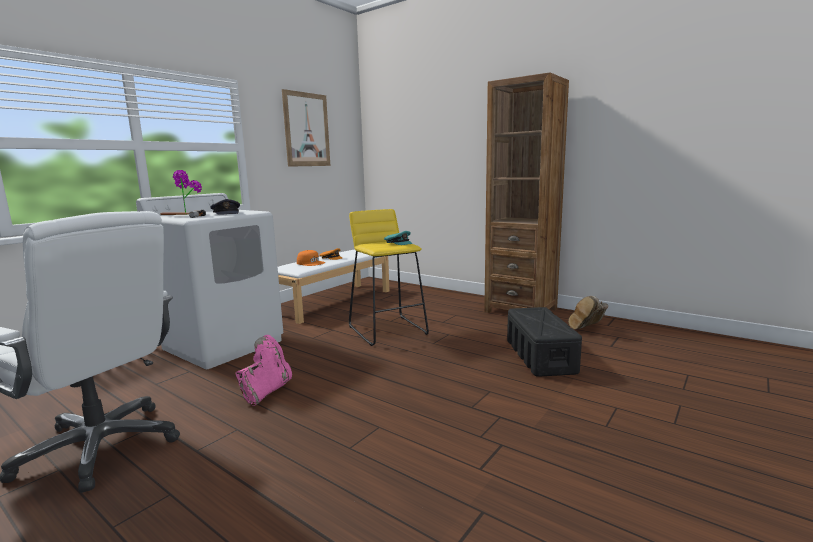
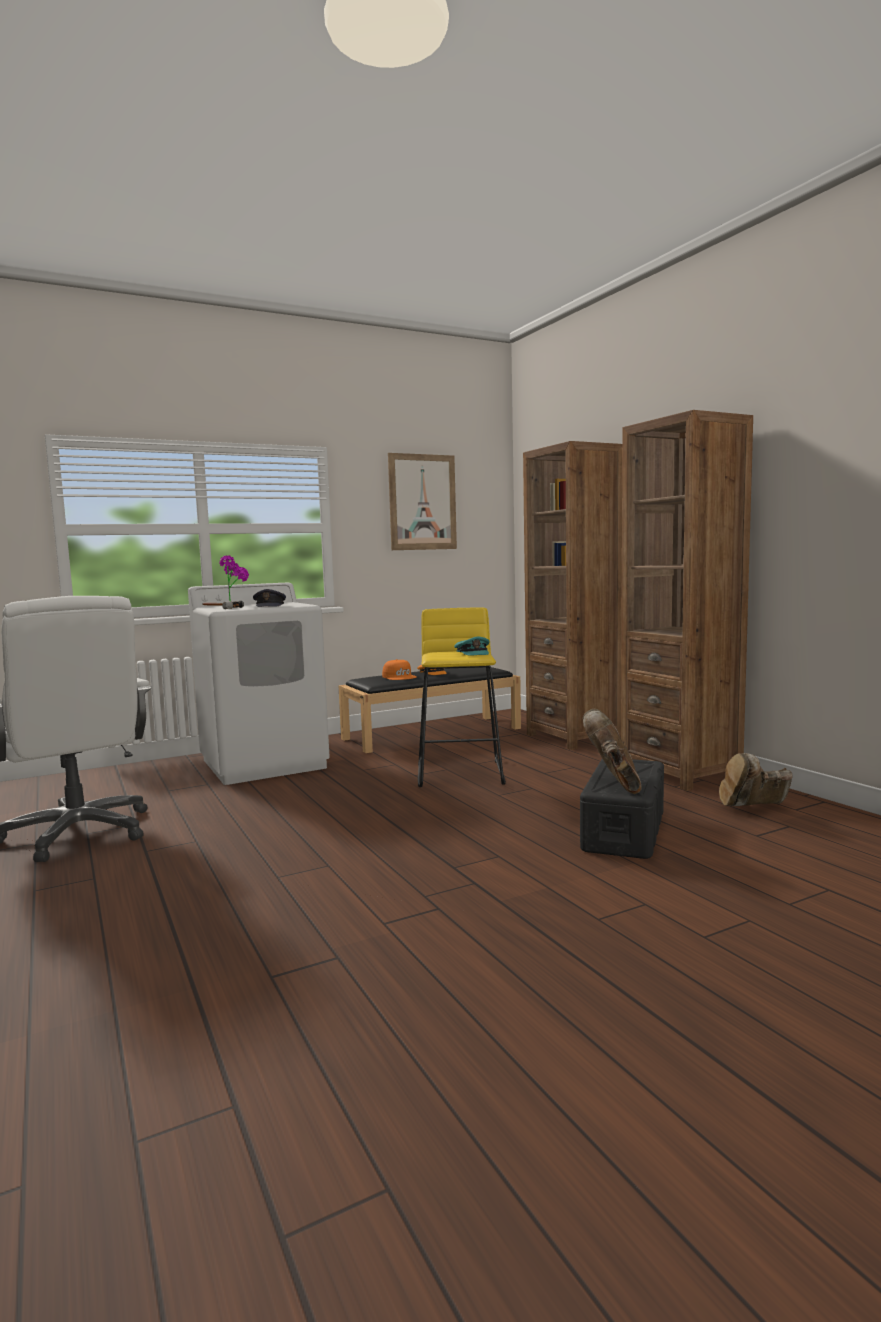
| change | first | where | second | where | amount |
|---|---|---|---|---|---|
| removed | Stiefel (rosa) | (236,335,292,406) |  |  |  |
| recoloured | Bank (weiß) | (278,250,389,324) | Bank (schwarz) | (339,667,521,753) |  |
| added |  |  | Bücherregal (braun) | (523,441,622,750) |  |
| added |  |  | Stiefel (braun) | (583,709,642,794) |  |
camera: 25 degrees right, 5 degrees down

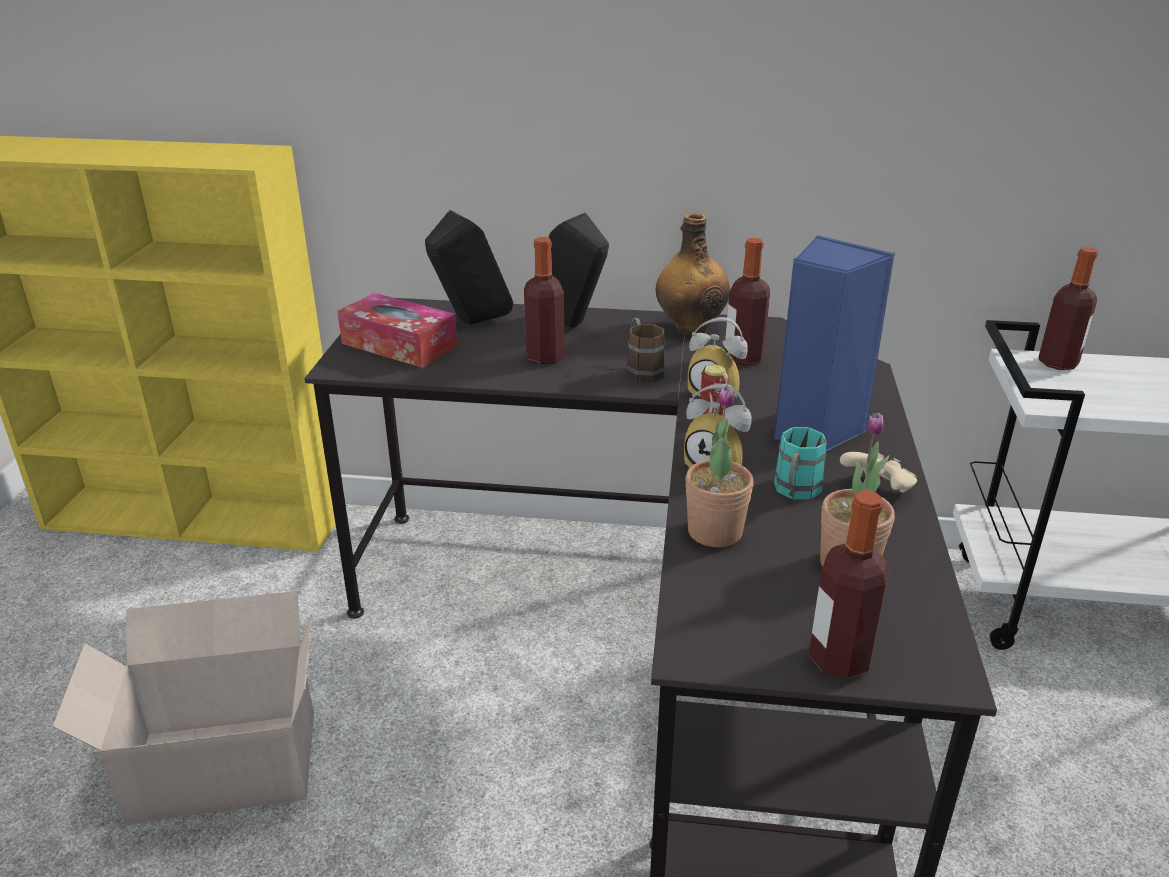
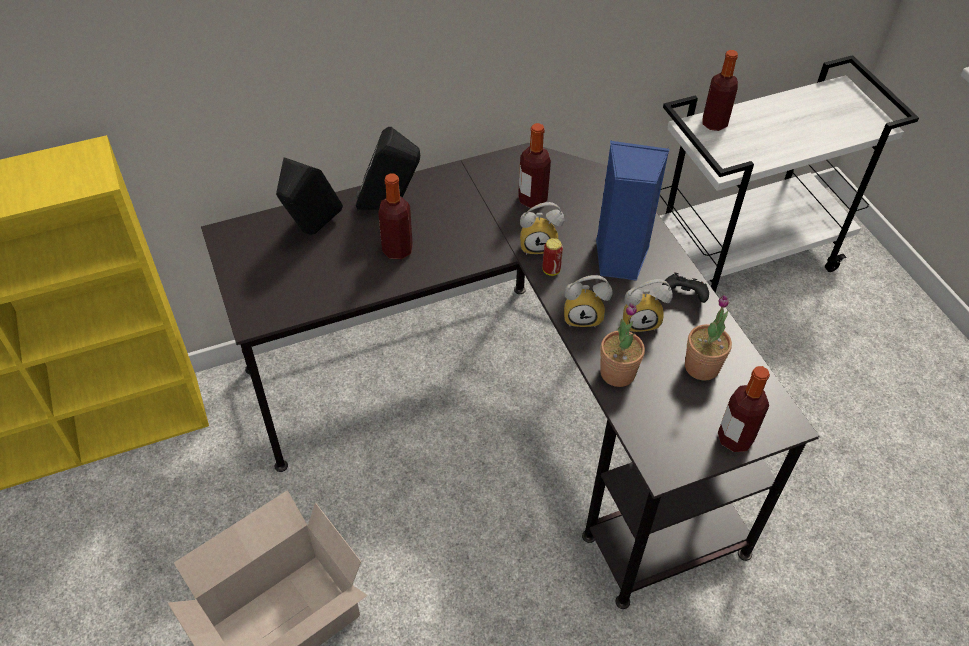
| change | first | where | second | where | amount |
|---|---|---|---|---|---|
| removed | Taschentuchbox | (337,293,458,368) |  |  |  |
| removed | Henkelbecher (braun) | (627,318,665,383) |  |  |  |
| removed | Flasche | (656,213,730,335) |  |  |  |
| replaced | Henkelbecher (türkis) | (774,427,827,499) | Wecker | (623,279,673,332) |  |
| recoloured | Gamepad (beige) | (840,452,917,493) | Gamepad (schwarz) | (662,272,709,303) |  |
camera: 30 degrees left, 20 degrees up

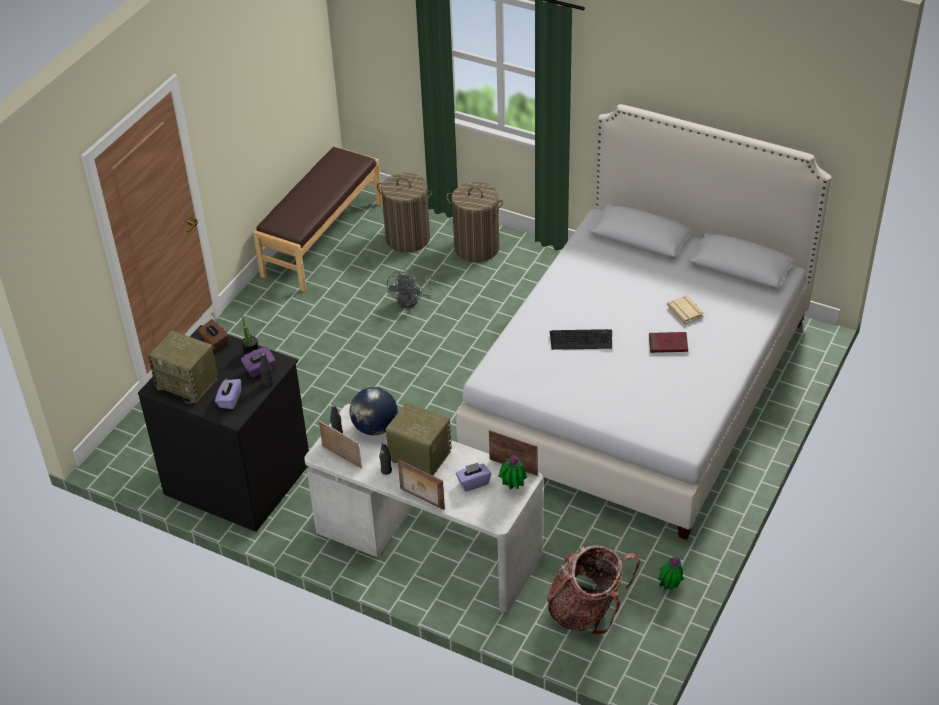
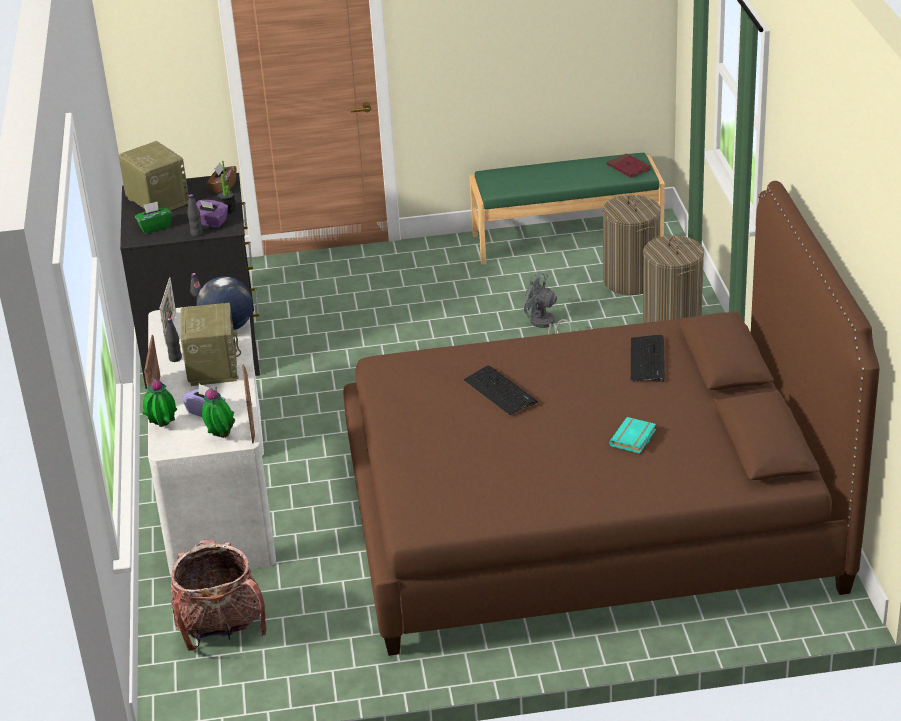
| change | first | where | second | where | amount |
|---|---|---|---|---|---|
| turned | Radio | (148,330,218,403) |  | (118,141,189,211) | 150 degrees clockwise |
| recoloured | Taschentuchbox (lila) | (215,379,241,409) | Taschentuchbox (grün) | (135,201,172,234) |  |
| recoloured | Bank (braun) | (253,147,382,292) | Bank (grün) | (469,153,665,265) |  |
| turned | Ventilator (grau) | (387,270,436,308) |  | (524,272,572,335) | 45 degrees clockwise |
| recoloured | Bett (weiß) | (456,104,831,540) | Bett (braun) | (344,181,879,656) |  |
| moved | Buch (rot) | (649,332,688,353) |  | (607,153,651,178) |  |
| moved | Topfpflanze | (658,557,684,590) |  | (142,378,177,427) |  |
| recoloured | Buch (beige) | (667,295,704,324) | Buch (türkis) | (609,417,656,454) |  |
| added |  |  | Tastatur | (631,335,665,382) |  |
camera: 55 degrees right, 10 degrees down

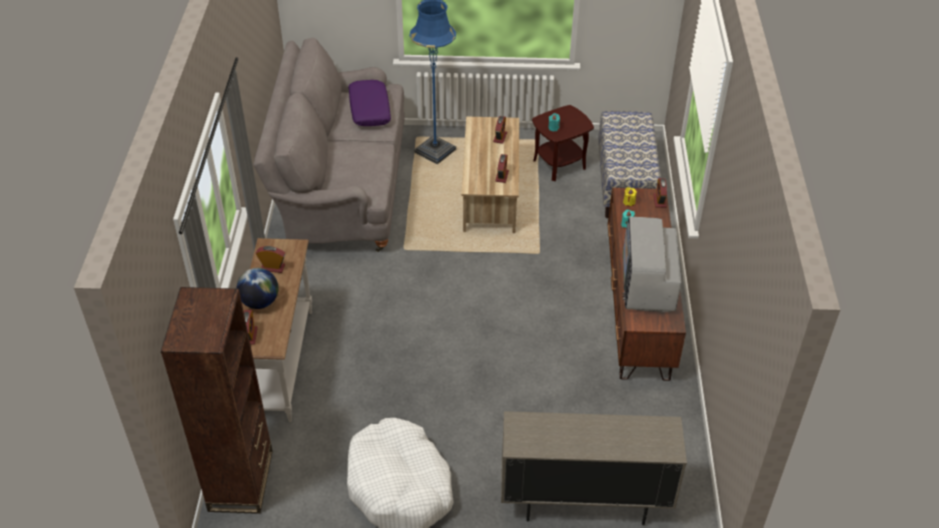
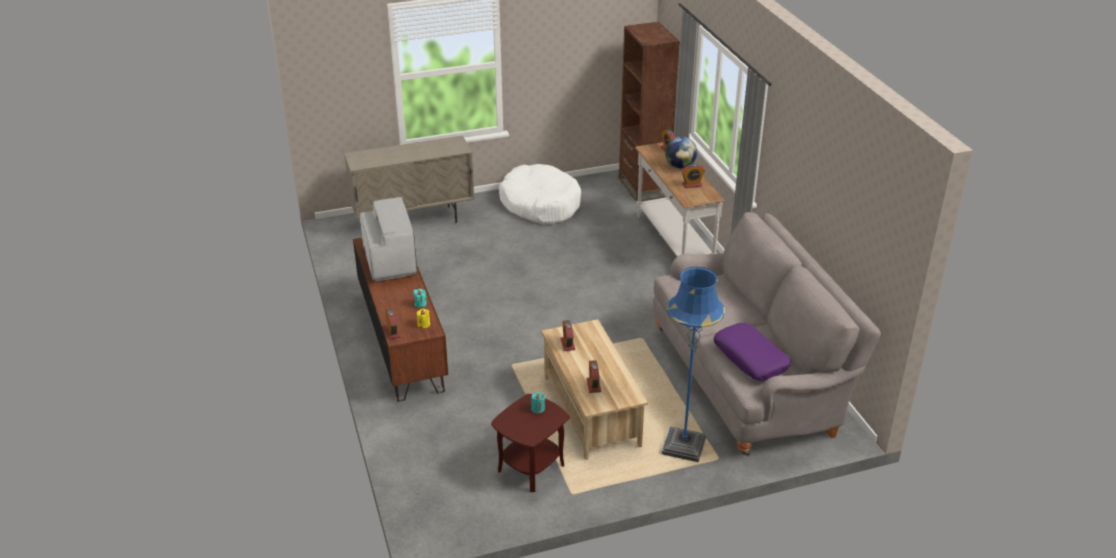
| change | first | where | second | where | amount |
|---|---|---|---|---|---|
| removed | Bank | (598,111,661,218) |  |  |  |
camera: 160 degrees right, 10 degrees down

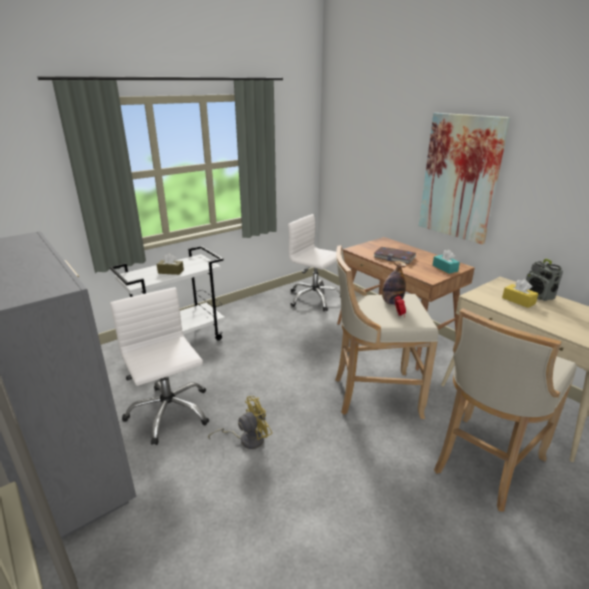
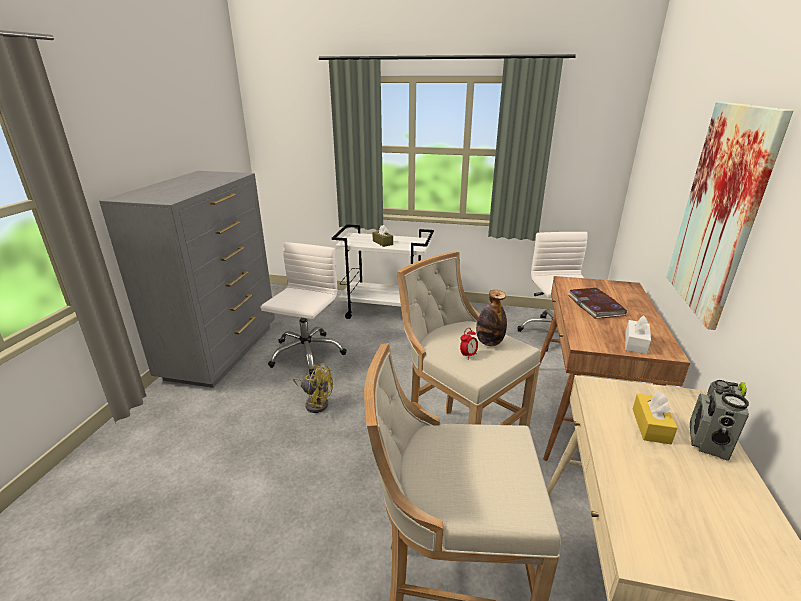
| change | first | where | second | where | amount |
|---|---|---|---|---|---|
| recoloured | Taschentuchbox (türkis) | (433,250,460,274) | Taschentuchbox (weiß) | (625,316,651,354) |  |
camera: 50 degrees right, 0 degrees up

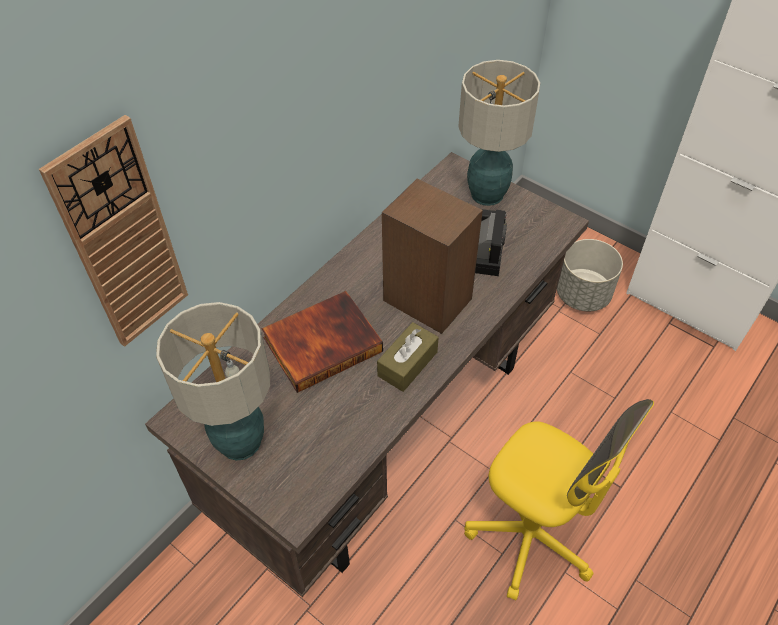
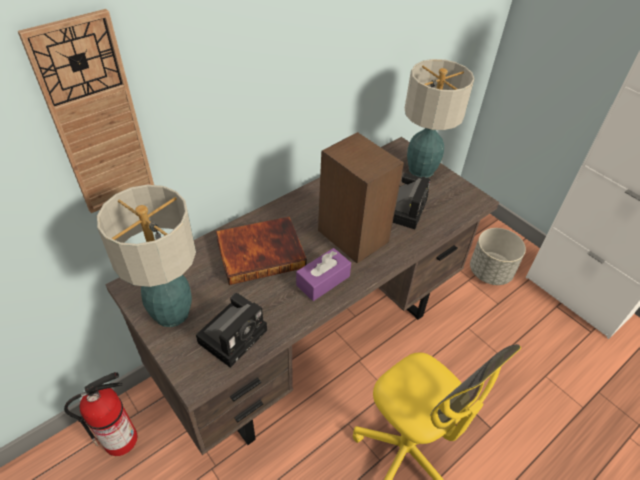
| change | first | where | second | where | amount |
|---|---|---|---|---|---|
| recoloured | Taschentuchbox (braun) | (377,322,439,392) | Taschentuchbox (lila) | (296,248,351,301) |  |
| added |  |  | Feuerlöscher | (64,372,137,456) |  |
| added |  |  | Kamera | (196,293,267,368) |  |
camera: 10 degrees right, 5 degrees down

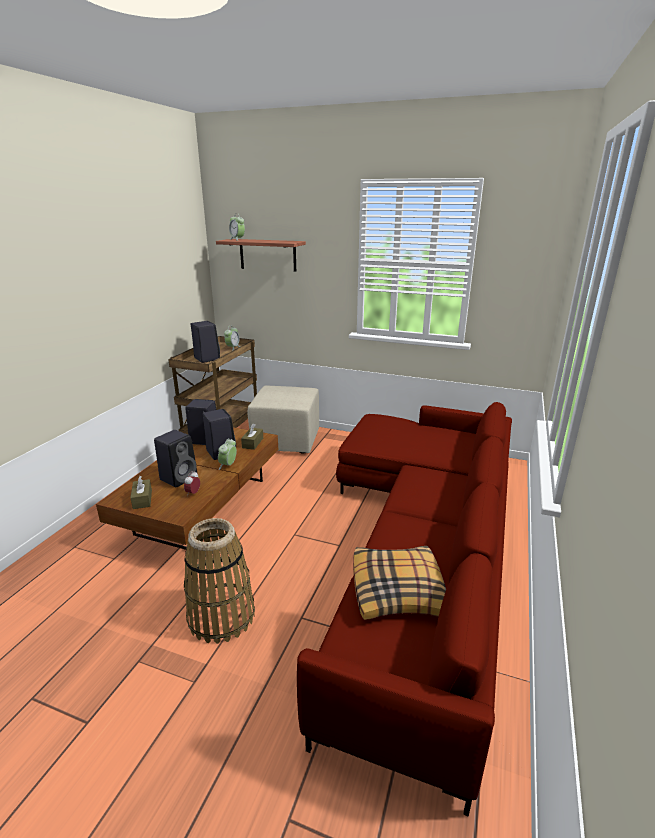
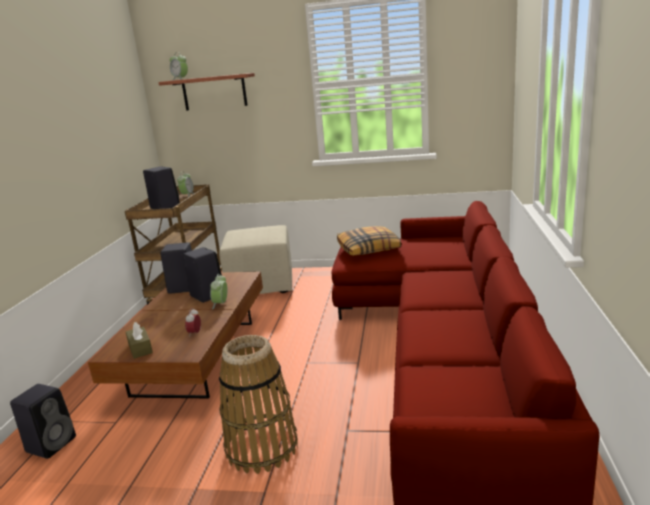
| change | first | where | second | where | amount |
|---|---|---|---|---|---|
| moved | Lautsprecher (schwarz) | (154,430,197,487) |  | (10,384,76,459) |  |
| removed | Taschentuchbox (braun) | (241,424,263,450) |  |  |  |
| moved | Kissen | (353,546,446,620) |  | (337,226,401,256) |  |
camera: 10 degrees left, 5 degrees down

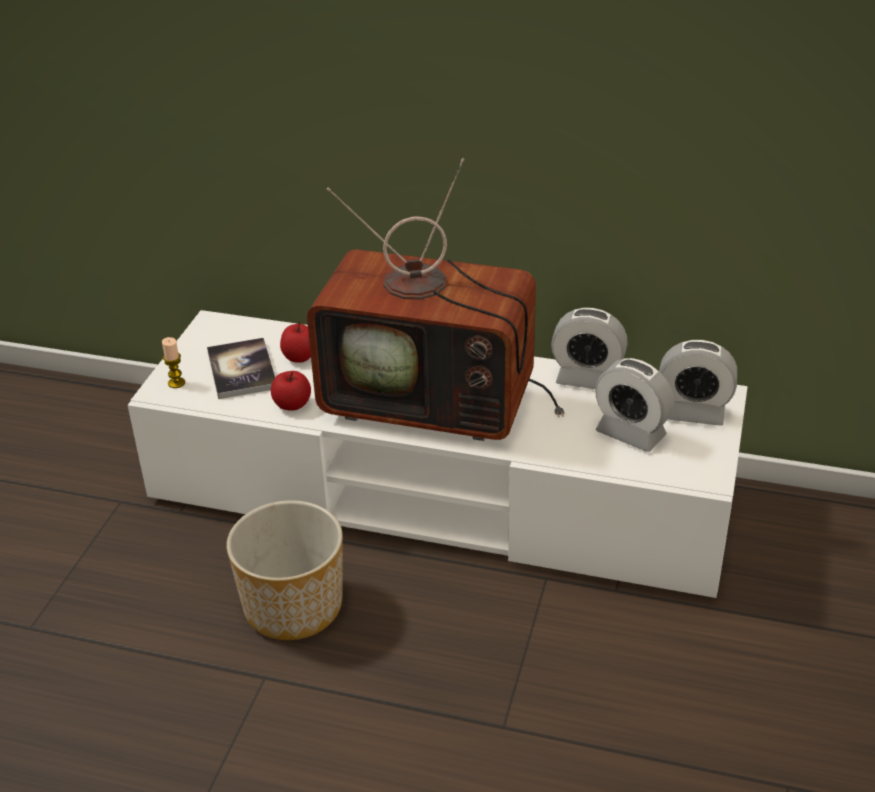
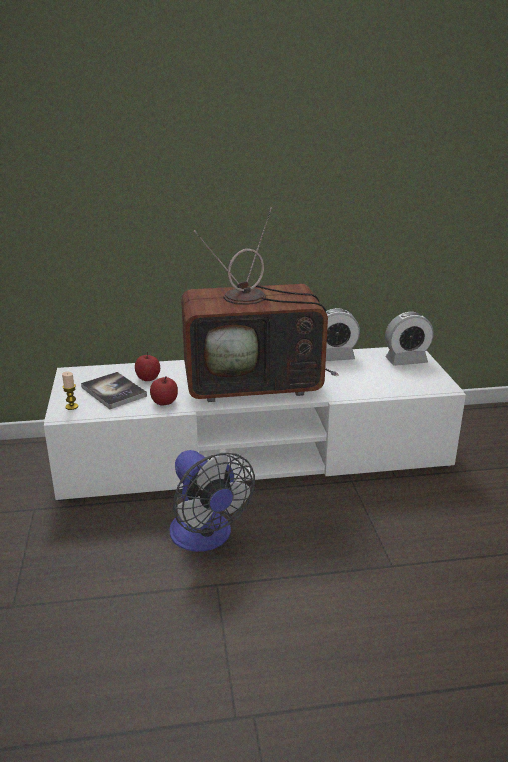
| change | first | where | second | where | amount |
|---|---|---|---|---|---|
| replaced | Pflanzkübel | (226,500,343,640) | Ventilator | (170,450,255,552) |  |
| removed | Wecker | (595,358,674,452) |  |  |  |
camera: 25 degrees left, 10 degrees down

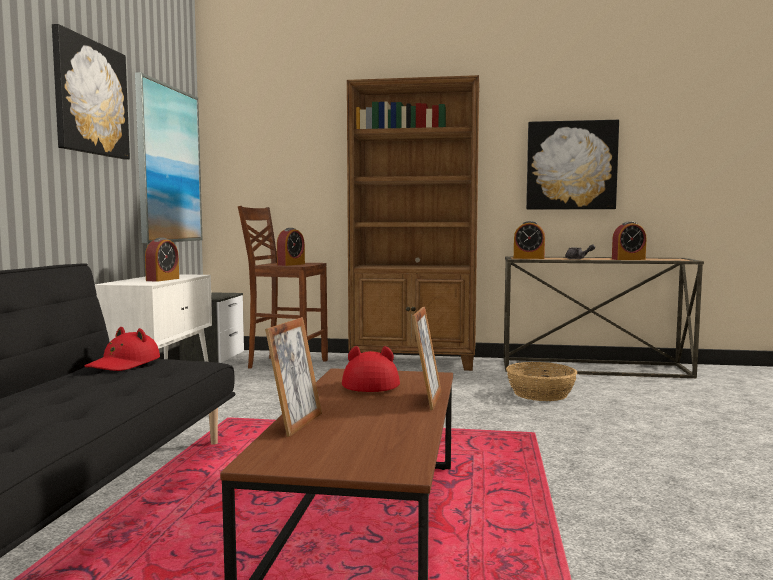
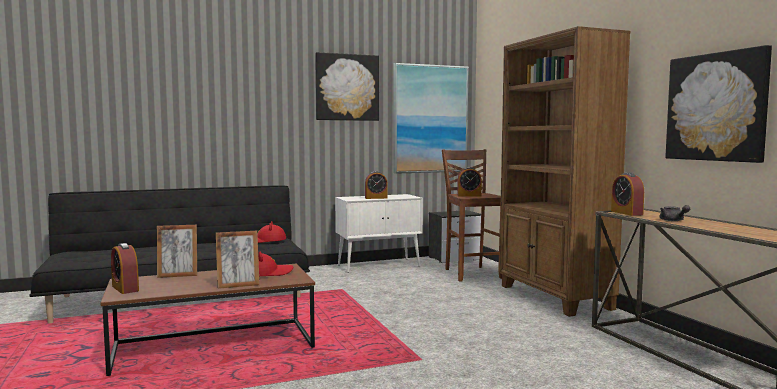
| change | first | where | second | where | amount |
|---|---|---|---|---|---|
| removed | Korb | (506,362,577,401) |  |  |  |
| moved | Wecker | (612,222,646,260) |  | (111,243,139,294) |  |
camera: 60 degrees right, 0 degrees up

